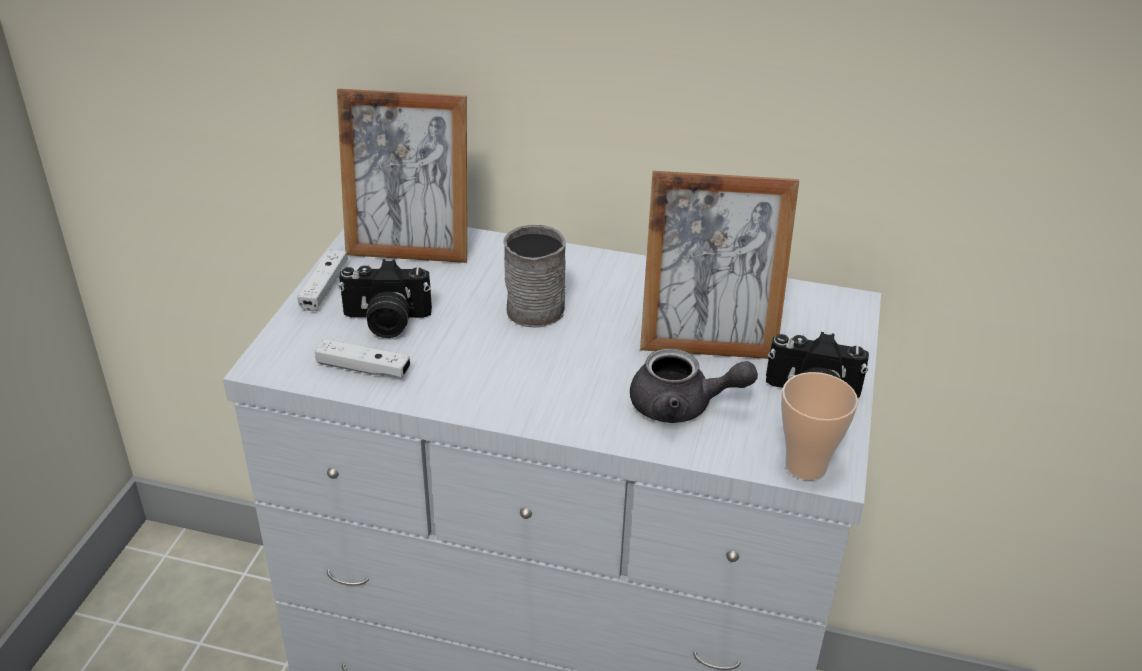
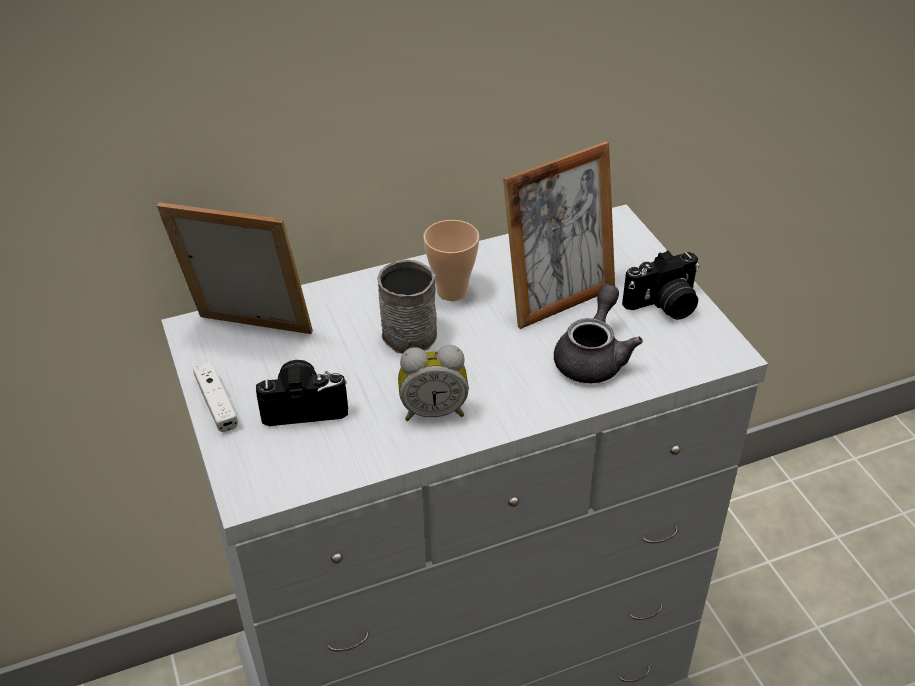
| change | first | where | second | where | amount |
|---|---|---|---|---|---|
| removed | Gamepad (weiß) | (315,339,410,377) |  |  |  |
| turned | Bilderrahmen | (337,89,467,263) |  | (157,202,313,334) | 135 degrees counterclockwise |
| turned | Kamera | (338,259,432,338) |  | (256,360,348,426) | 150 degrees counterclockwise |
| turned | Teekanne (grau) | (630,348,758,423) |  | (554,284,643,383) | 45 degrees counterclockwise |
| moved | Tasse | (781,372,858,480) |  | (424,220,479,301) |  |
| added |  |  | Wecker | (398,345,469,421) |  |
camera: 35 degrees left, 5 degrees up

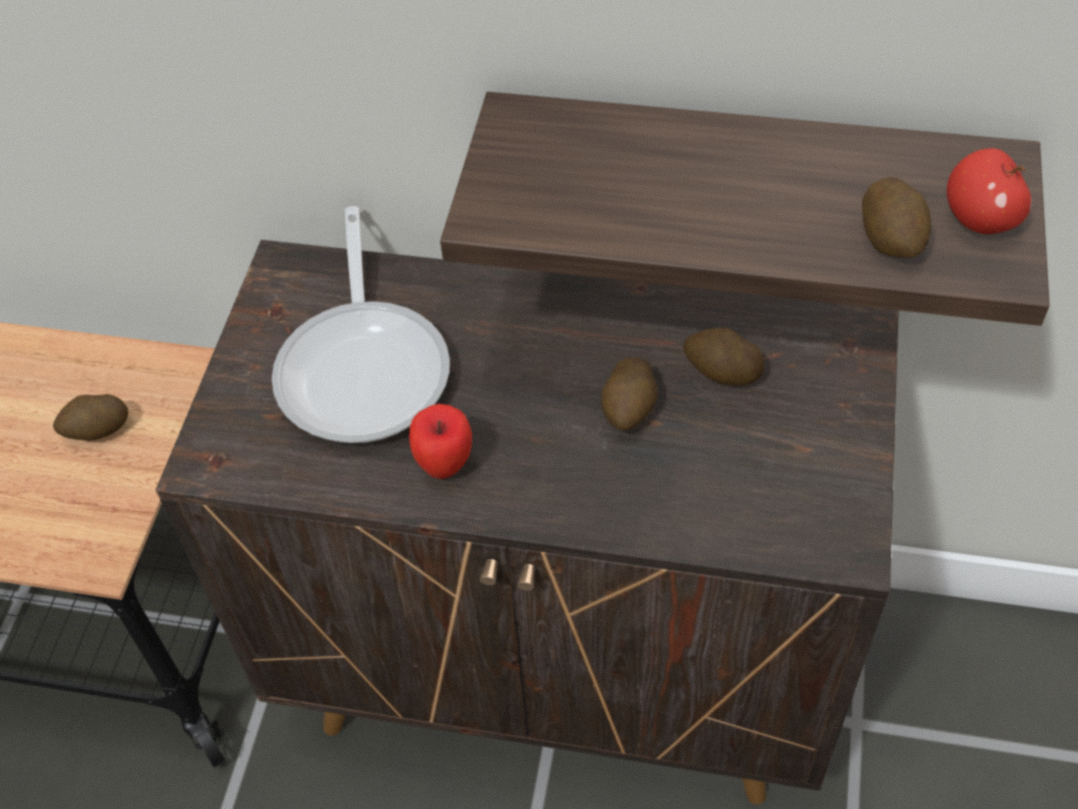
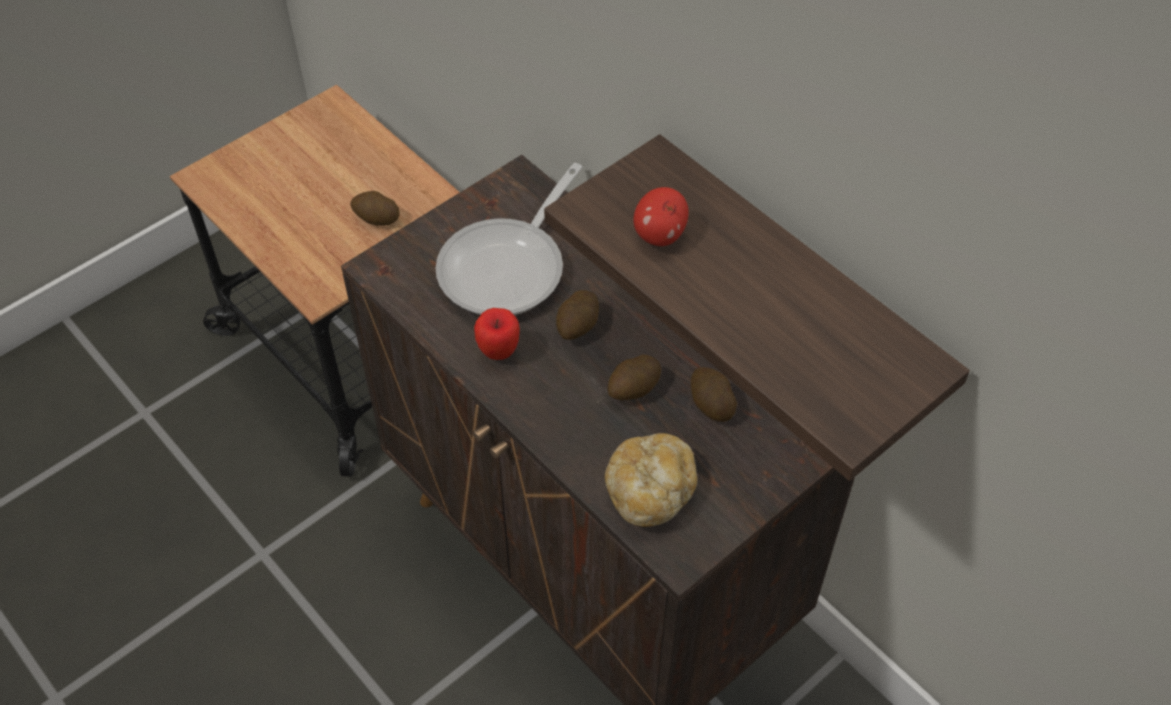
| change | first | where | second | where | amount |
|---|---|---|---|---|---|
| moved | Kartoffel | (862,177,932,258) |  | (556,290,599,340) |  |
| moved | Apfel | (947,148,1032,234) |  | (634,187,689,246) |  |
| added |  |  | Brot | (605,433,697,527) |  |
camera: 35 degrees right, 0 degrees up

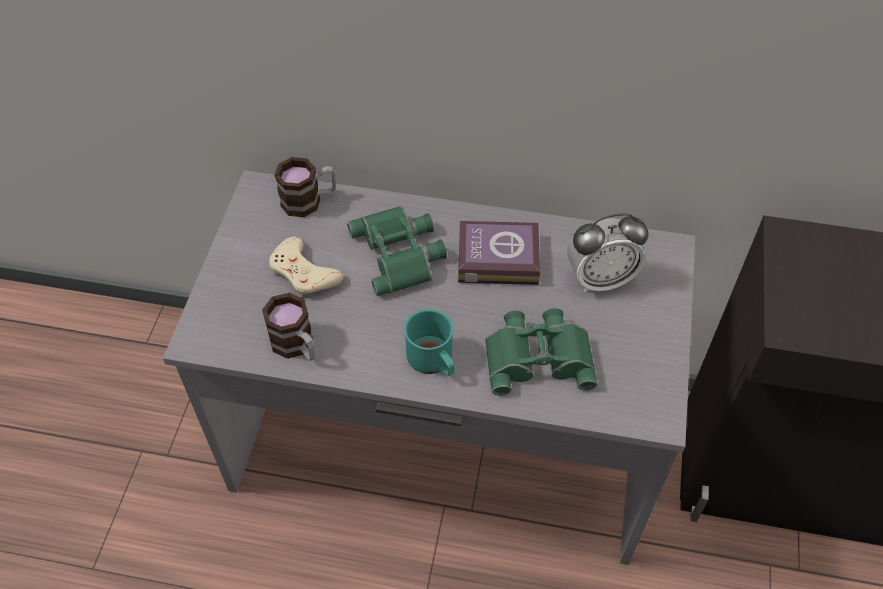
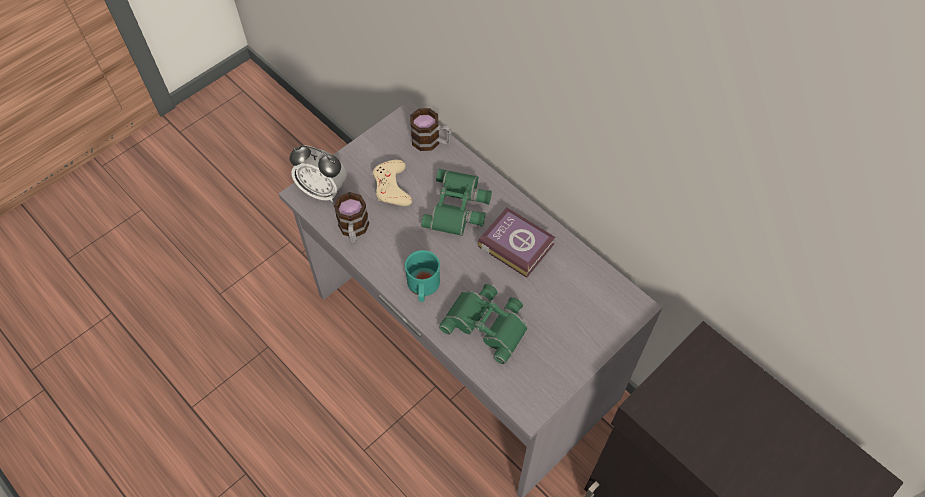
| change | first | where | second | where | amount |
|---|---|---|---|---|---|
| moved | Wecker | (567,213,649,292) |  | (290,145,347,202) |  |
camera: 35 degrees right, 5 degrees up

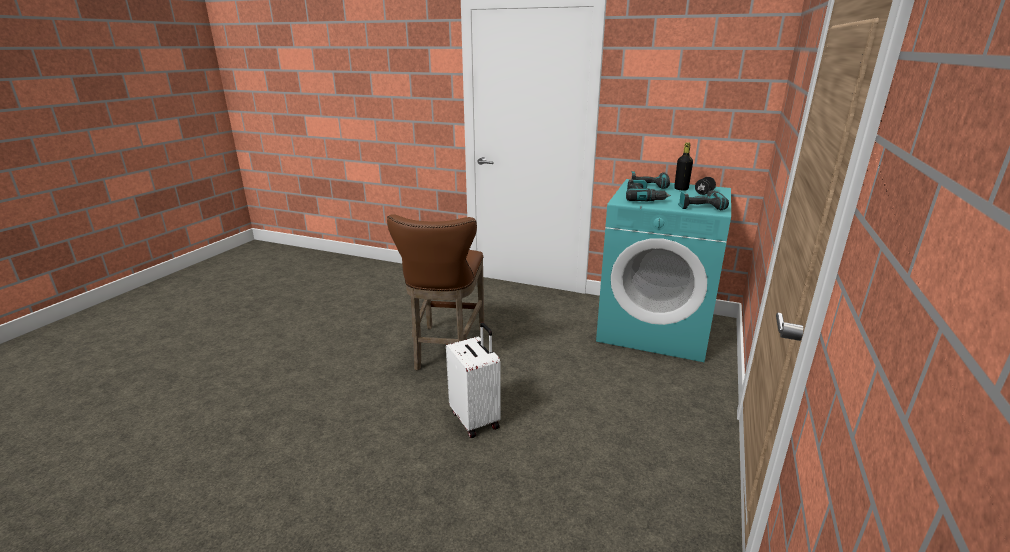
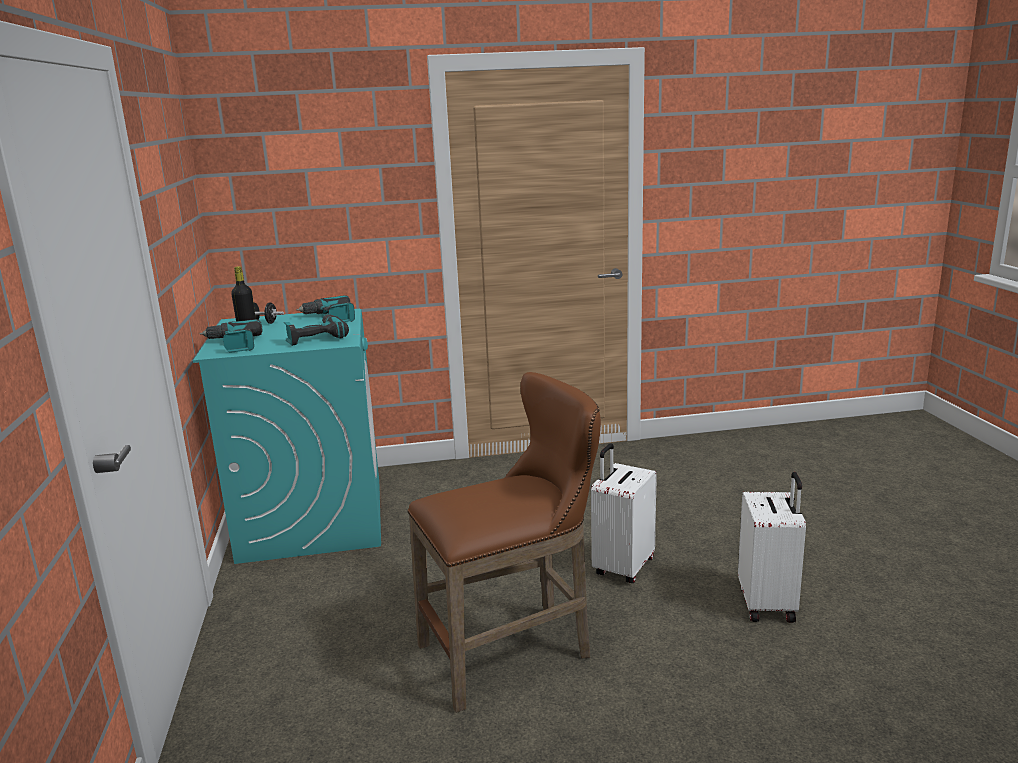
| change | first | where | second | where | amount |
|---|---|---|---|---|---|
| added |  |  | Koffer (weiß) | (738,472,806,623) |  |
camera: 120 degrees left, 5 degrees down

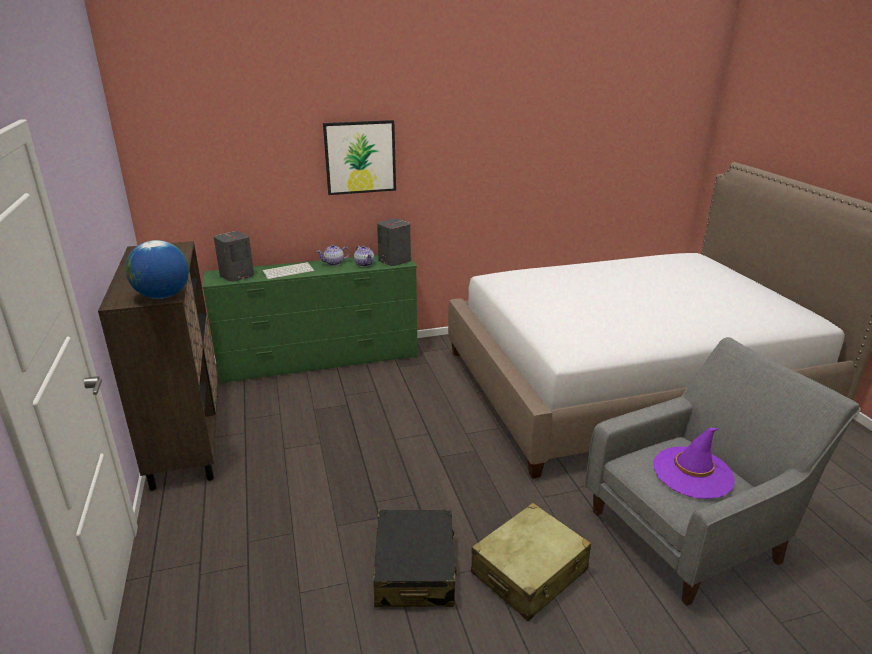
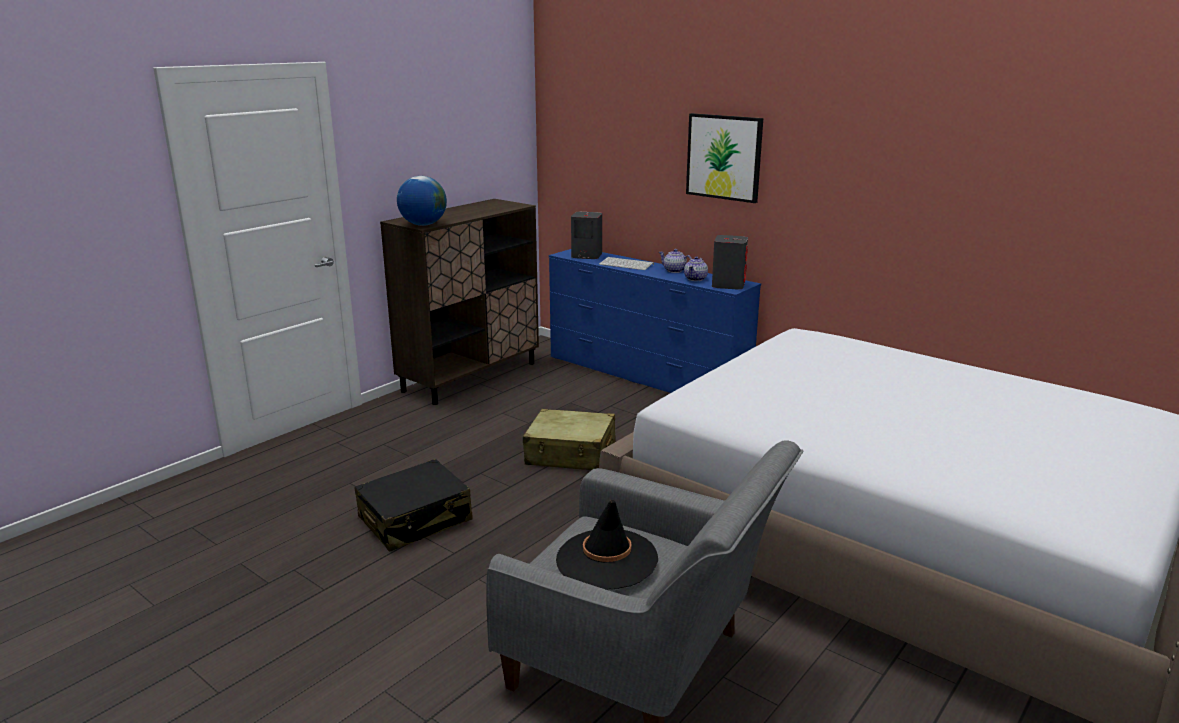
| change | first | where | second | where | amount |
|---|---|---|---|---|---|
| recoloured | Kommode (grün) | (202,255,418,383) | Kommode (blau) | (549,249,761,393) |  |
| moved | Koffer (beige) | (471,503,591,621) |  | (523,409,616,470) |  |
| recoloured | Hut (lila) | (653,428,735,499) | Hut (schwarz) | (556,500,658,590) |  |
camera: 55 degrees right, 5 degrees down

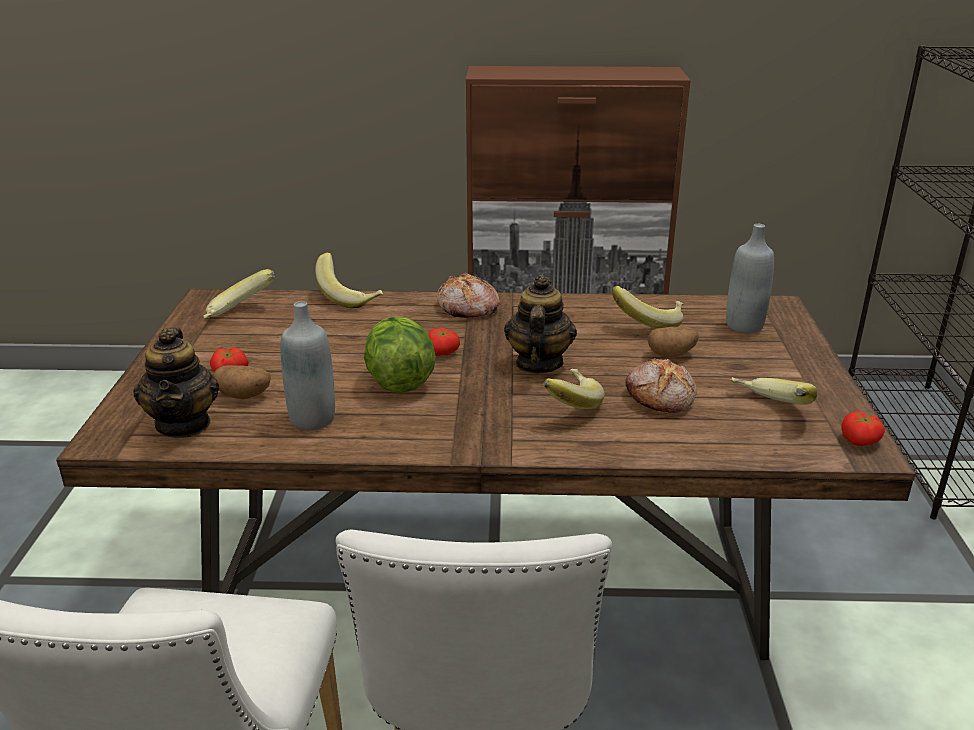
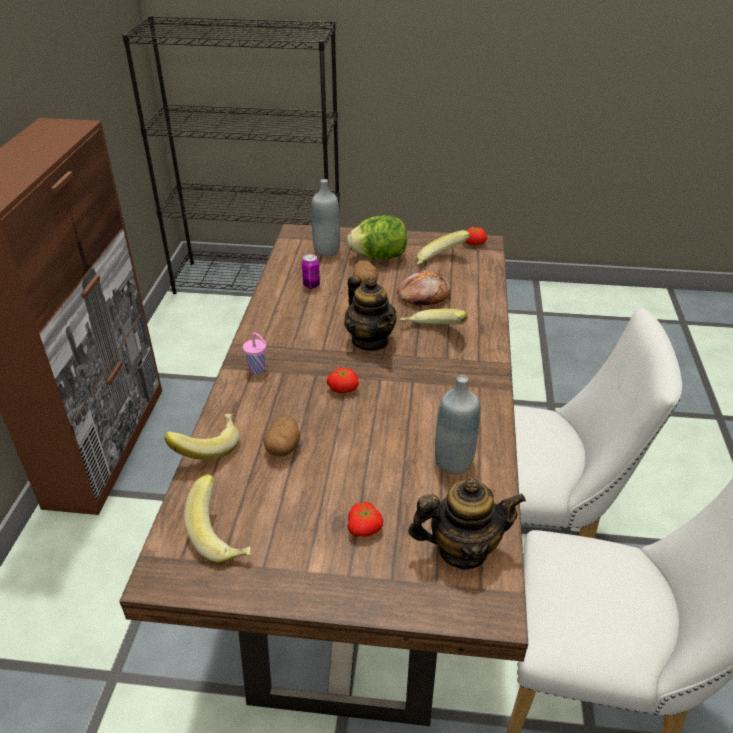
| change | first | where | second | where | amount |
|---|---|---|---|---|---|
| moved | Kartoffel | (213,365,271,399) |  | (264,416,300,456) |  |
| moved | Salatkopf | (364,316,436,393) |  | (347,215,407,260) |  |
| replaced | Brot | (437,273,500,318) | Tasse (rosa) | (243,332,266,375) |  |
| turned | Teekanne | (504,275,577,373) |  | (344,275,396,351) | 135 degrees counterclockwise |
| replaced | Banane | (612,286,684,329) | Dose | (302,254,320,289) |  |
camera: 85 degrees left, 10 degrees up

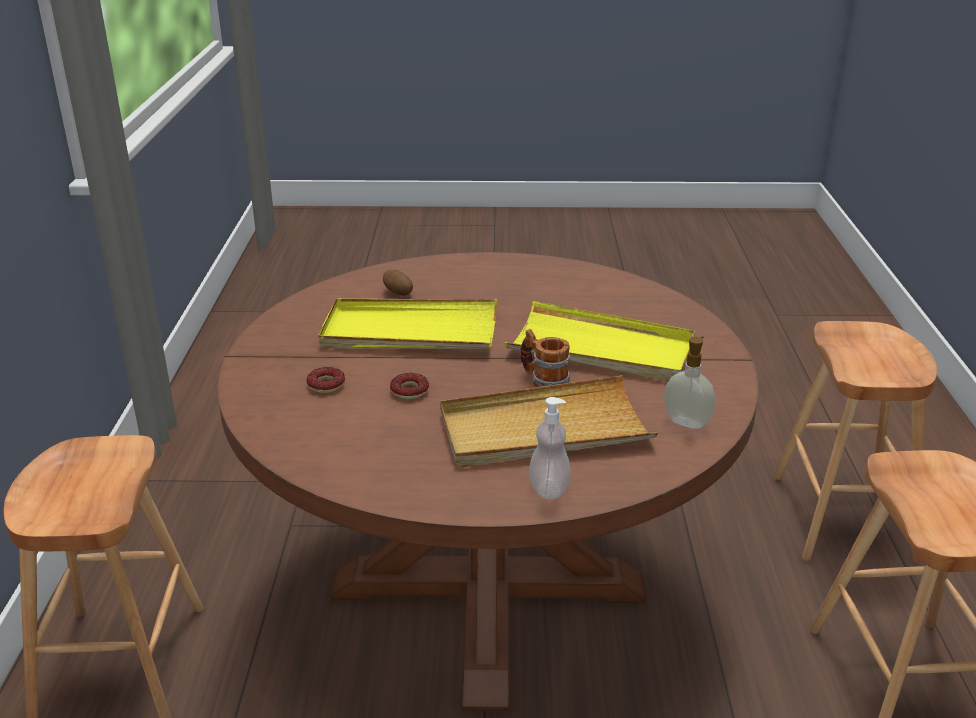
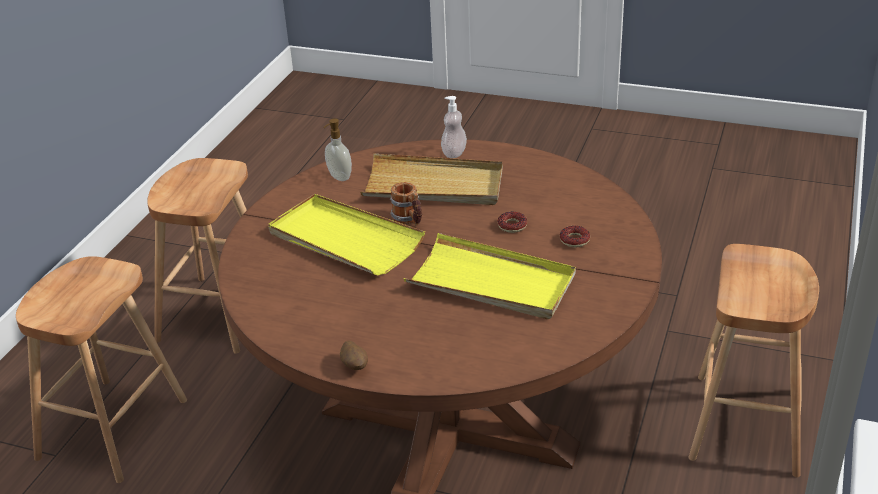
| change | first | where | second | where | amount |
|---|---|---|---|---|---|
| moved | Kartoffel | (383,270,413,296) |  | (340,340,368,370) |  |
camera: 160 degrees left, 5 degrees up

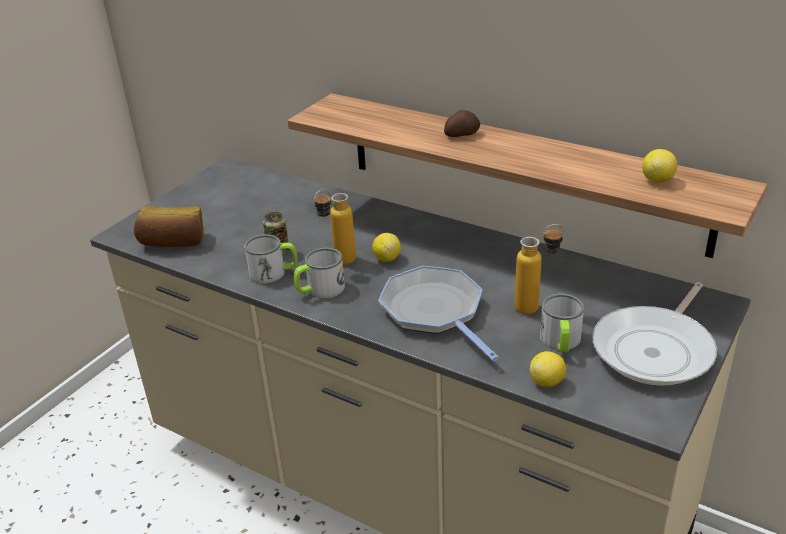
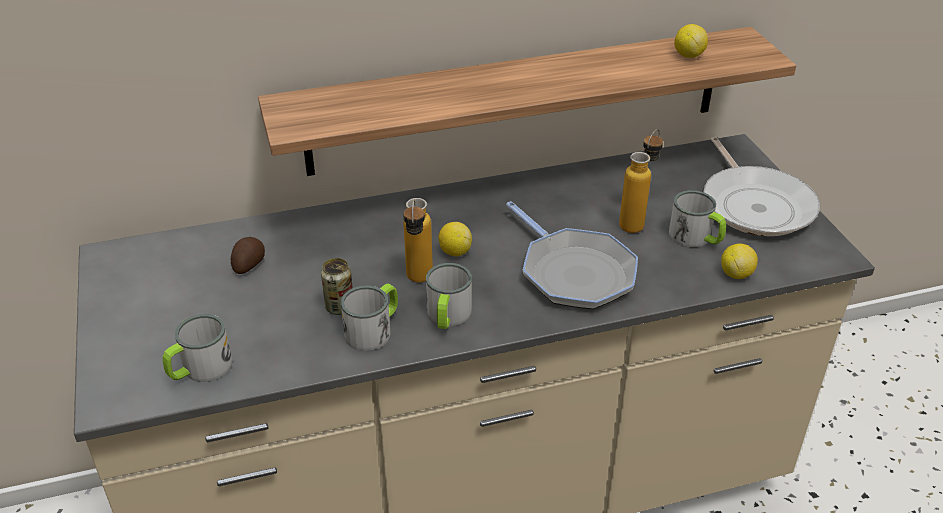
| change | first | where | second | where | amount |
|---|---|---|---|---|---|
| replaced | Brot | (134,206,203,247) | Henkelbecher | (163,314,232,382) |  |
| turned | Pfanne | (378,266,499,361) |  | (506,201,638,309) | 135 degrees counterclockwise |
| moved | Kartoffel | (444,110,480,137) |  | (231,237,265,274) |  |
camera: 50 degrees left, 5 degrees up

